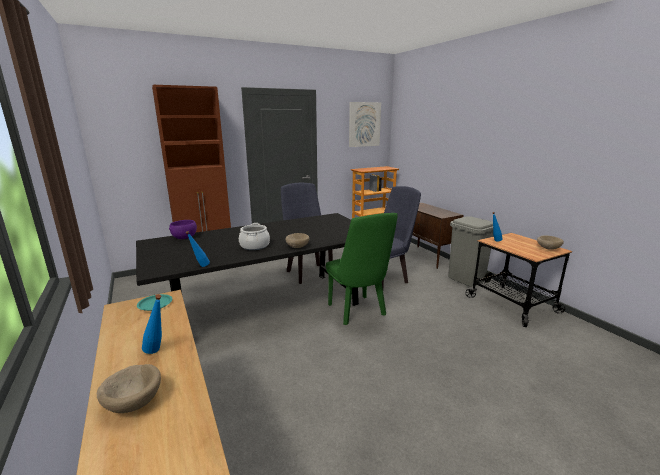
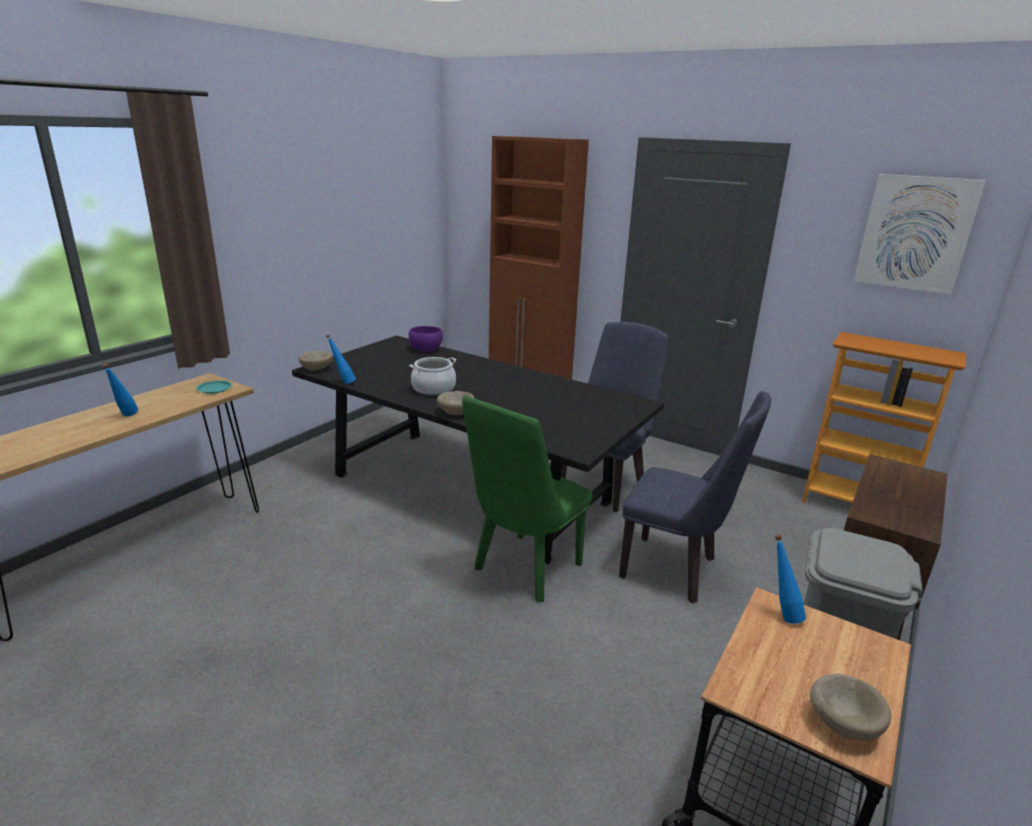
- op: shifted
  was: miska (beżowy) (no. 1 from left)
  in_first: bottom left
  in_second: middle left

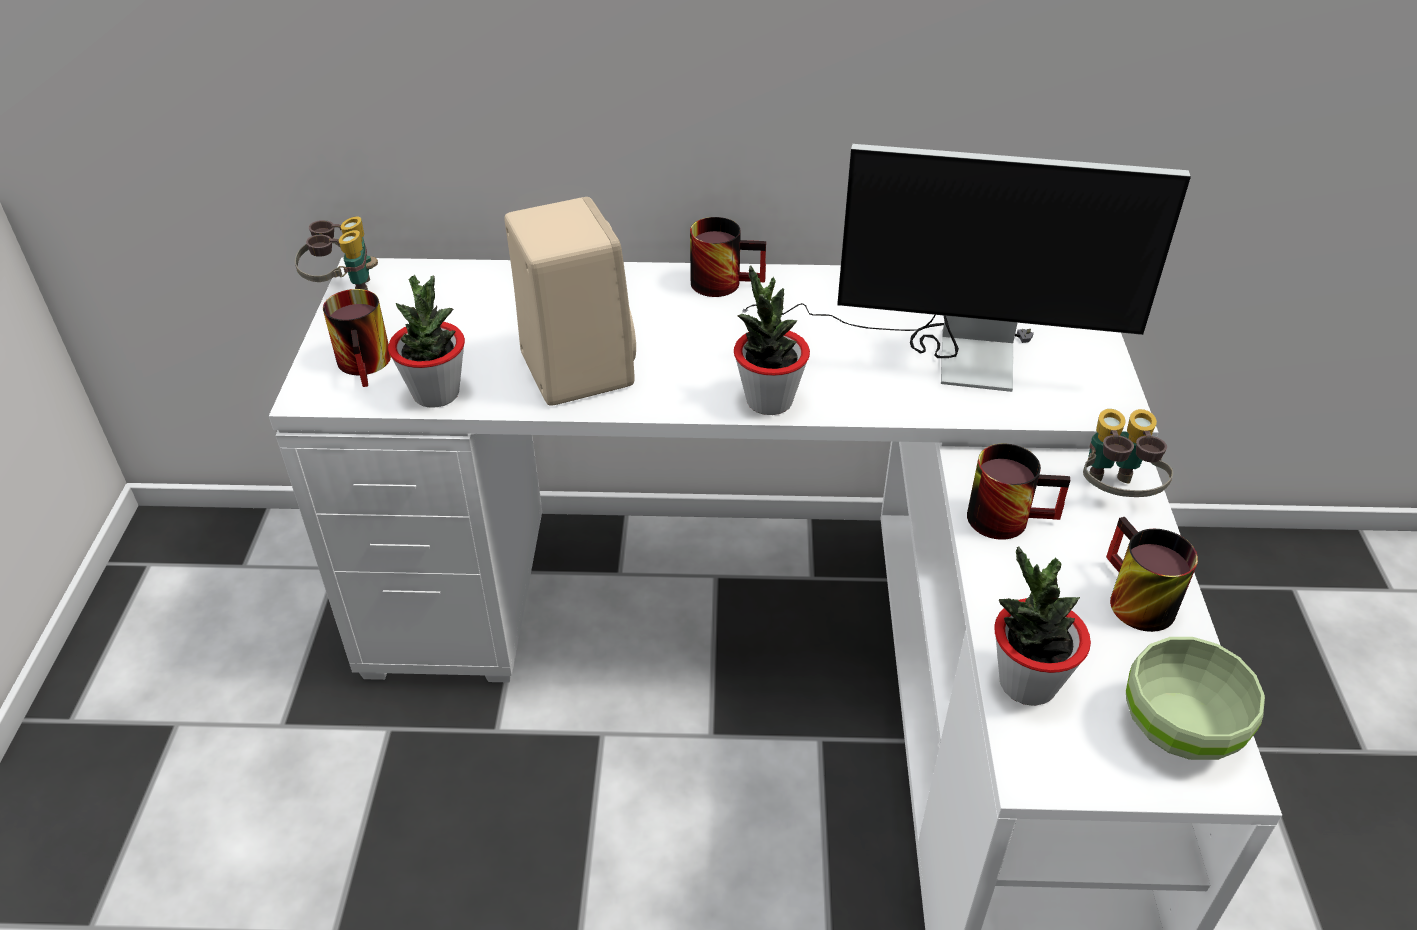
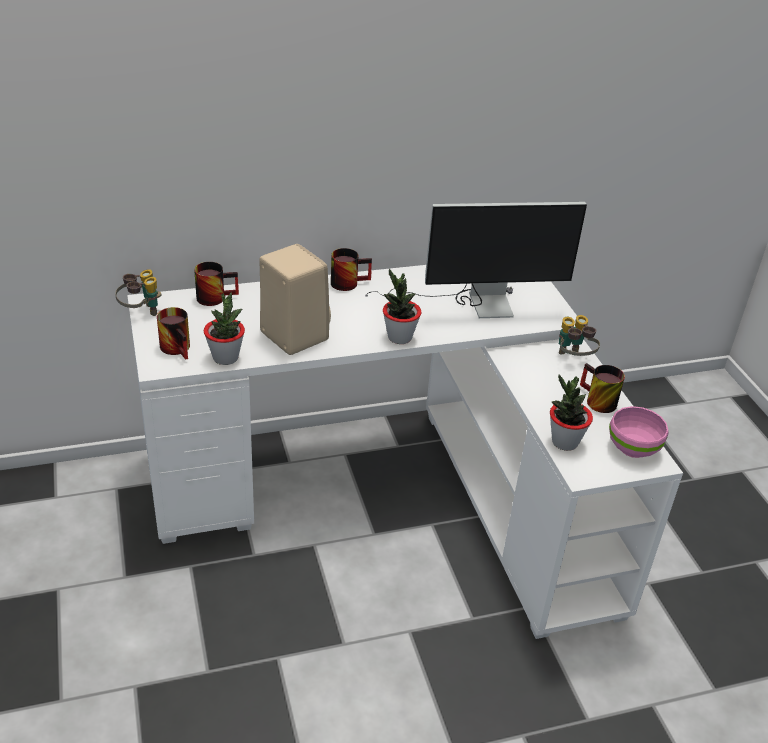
- op: shifted
  was: kubek (no. 3 from left in the first image)
  now: kubek (no. 2 from left)
  in_first: middle right
  in_second: middle left
- op: repainted
  was: miska (zielony)
  now: miska (różowy)
  in_first: bottom right
  in_second: middle right

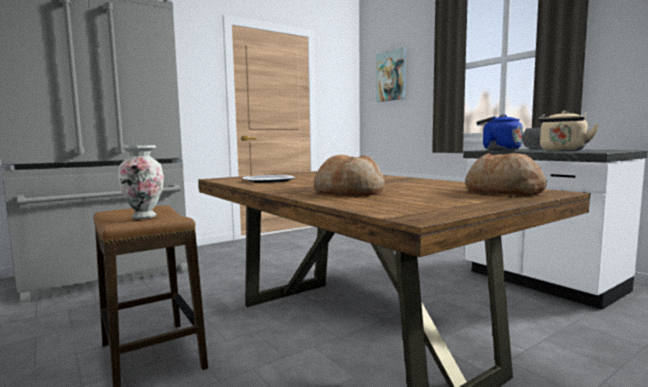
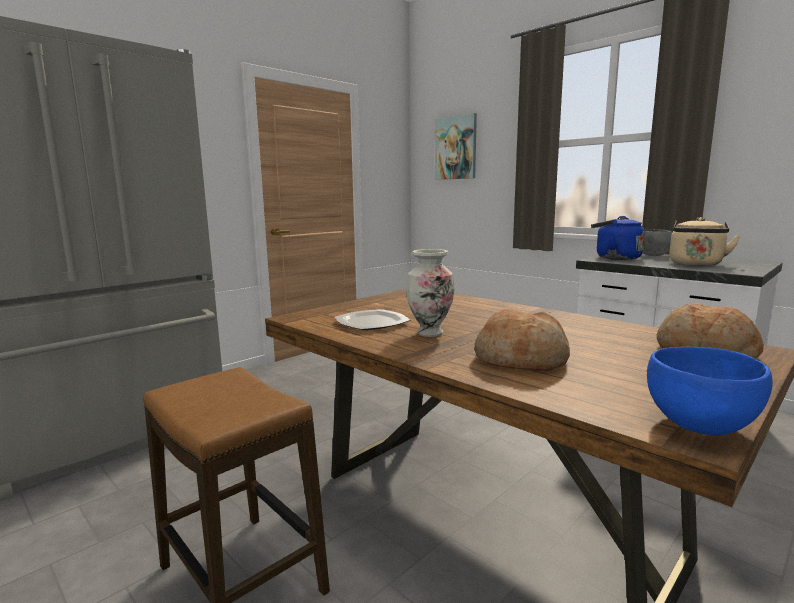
- op: shifted
  was: wazon
  in_first: middle left
  in_second: centre
- op: new
  now: miska (niebieski)
  in_second: middle right

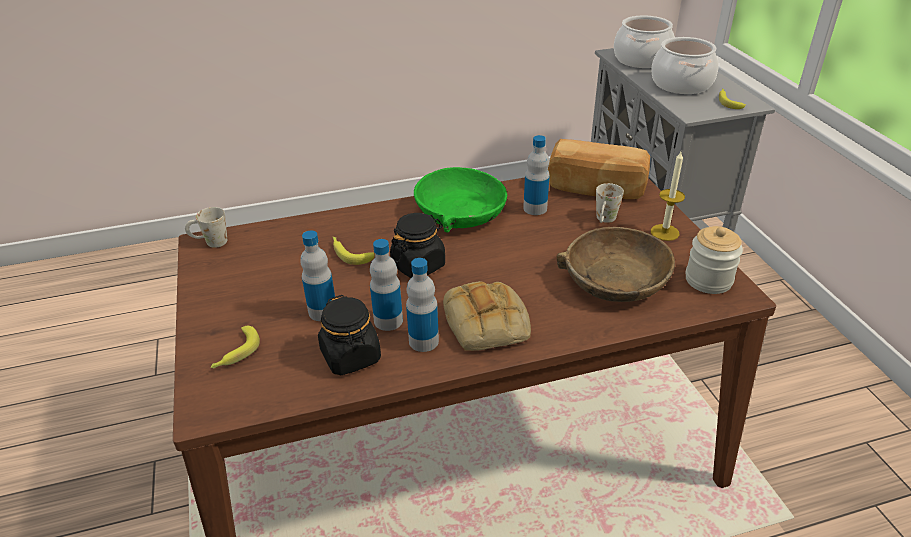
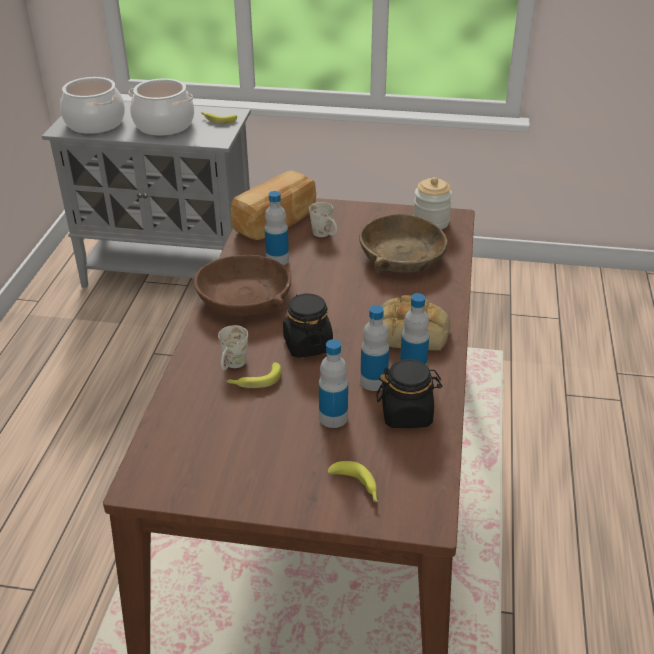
- op: gone
  was: świeca
  in_first: middle right
- op: repainted
  was: miska (zielony)
  now: miska (brązowy) (no. 1 from left)
  in_first: centre
  in_second: centre
- op: shifted
  was: kubek (biały) (no. 1 from left)
  in_first: middle left
  in_second: centre

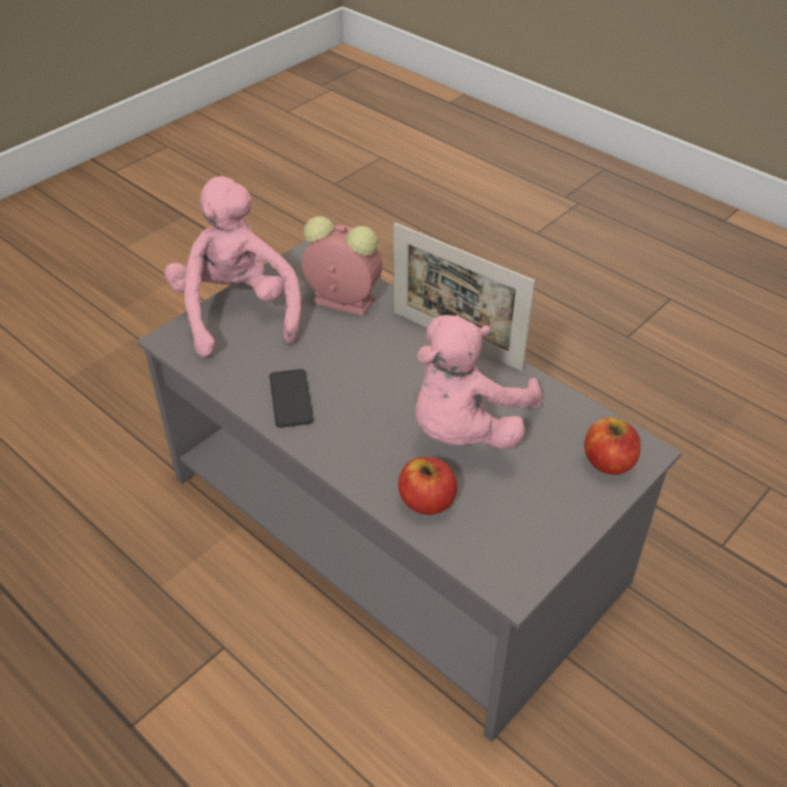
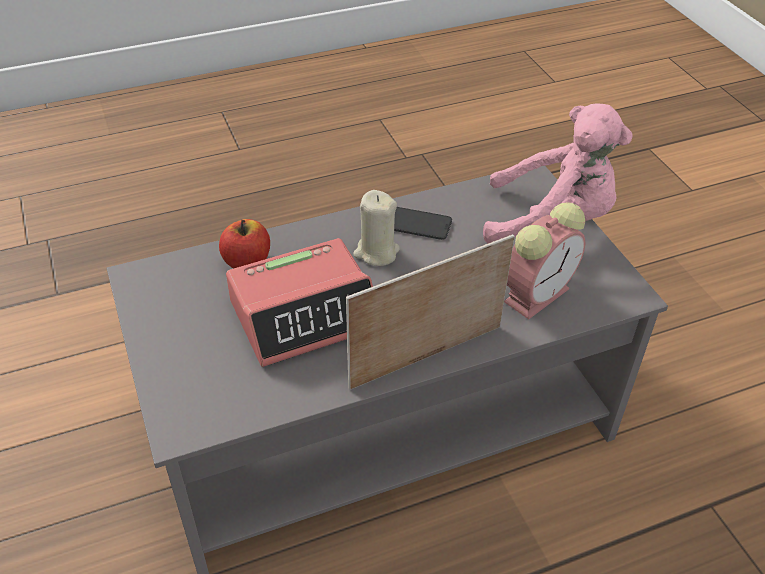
- op: swapped
  was: pluszak (różowy) (no. 2 from left)
  now: budzik (no. 1 from left)
  in_first: centre
  in_second: centre
- op: gone
  was: jabłko (no. 2 from left)
  in_first: middle right
- op: new
  now: świeca (beżowy)
  in_second: centre

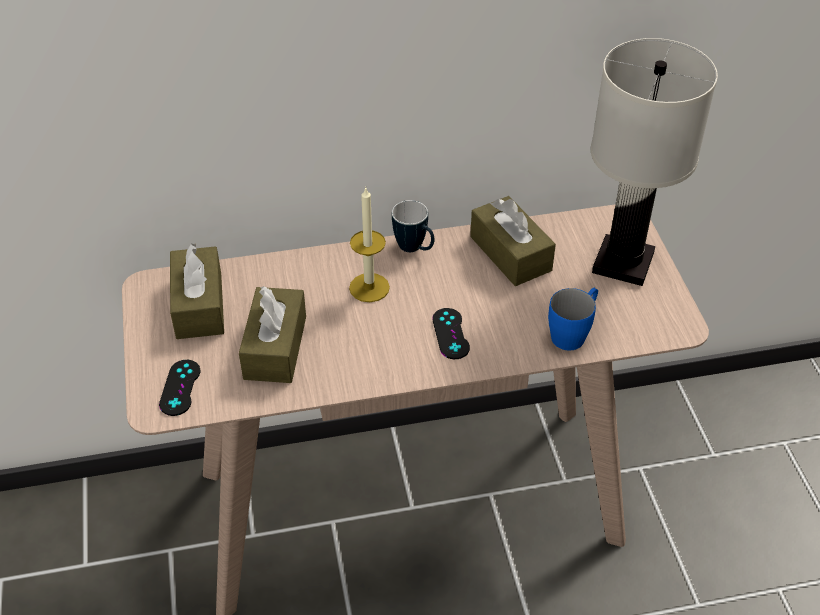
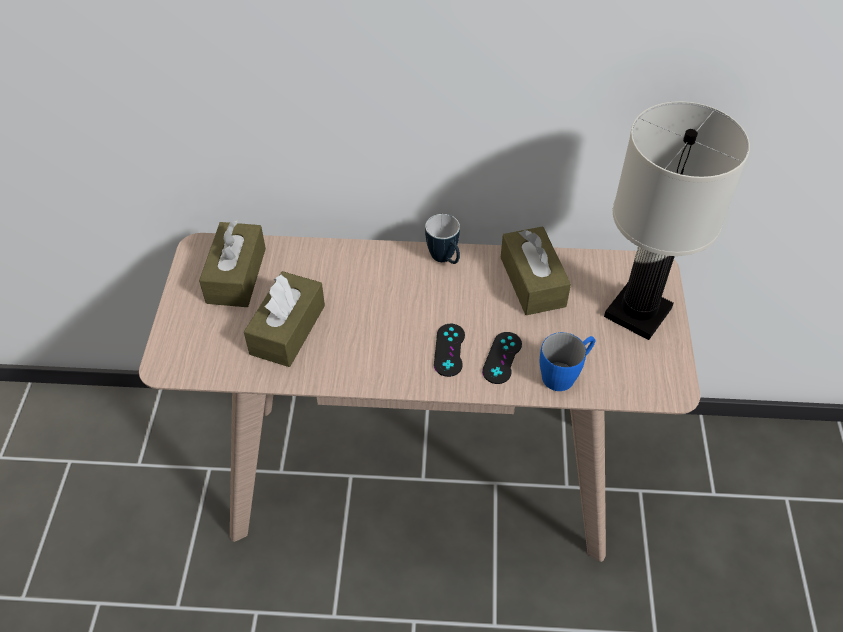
- op: gone
  was: świeca
  in_first: centre
- op: shifted
  was: pad do gier (czarny) (no. 1 from left in the first image)
  now: pad do gier (czarny) (no. 2 from left)
  in_first: middle left
  in_second: centre

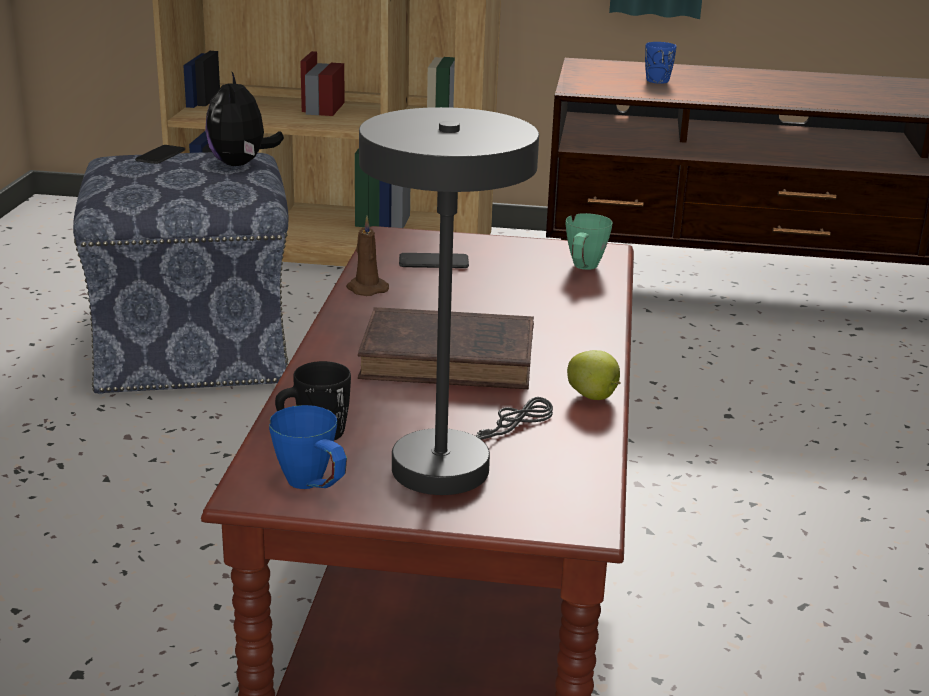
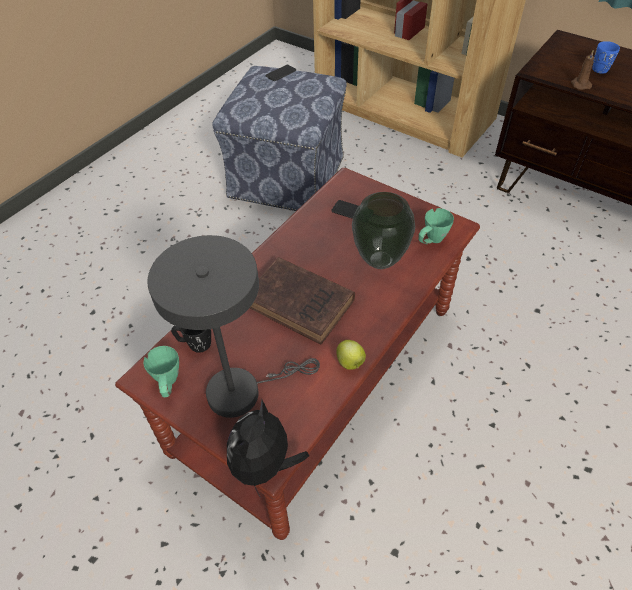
- op: shifted
  was: pluszak
  in_first: top left
  in_second: bottom centre
- op: shifted
  was: świeca (brązowy)
  in_first: centre
  in_second: top right
- op: repainted
  was: kubek (niebieski) (no. 1 from left)
  now: kubek (zielony) (no. 1 from left)
  in_first: middle left
  in_second: middle left
- op: new
  now: wazon
  in_second: centre

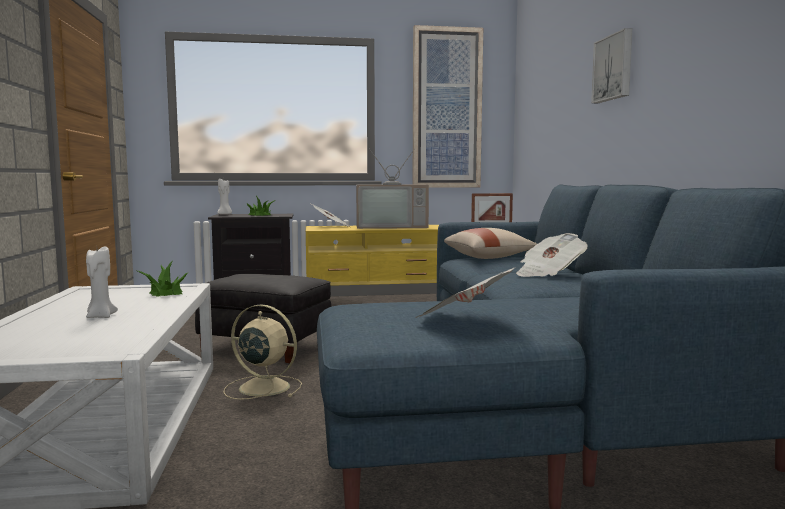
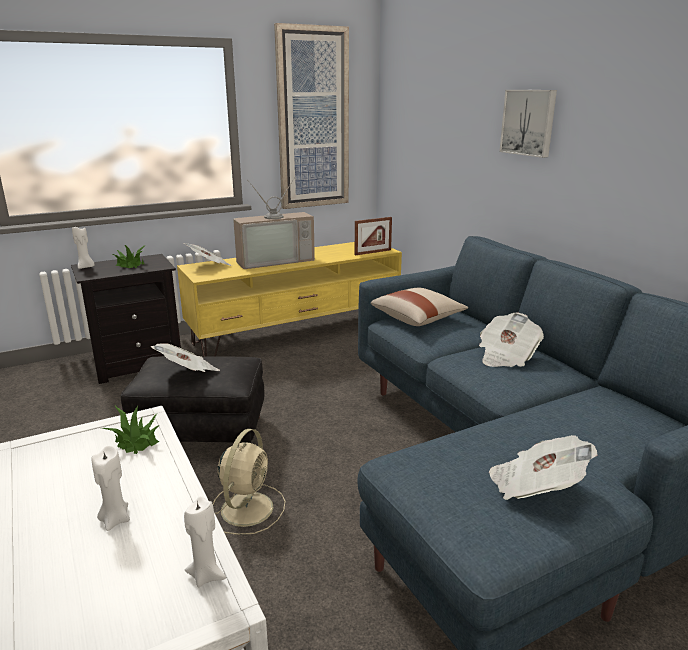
- op: rotated
  was: wentylator (beżowy)
  in_first: bottom centre
  in_second: bottom centre
  clockwise: 105
- op: new
  now: gazeta (no. 1 from left)
  in_second: middle left
- op: new
  now: świeca (biały) (no. 3 from left)
  in_second: bottom left

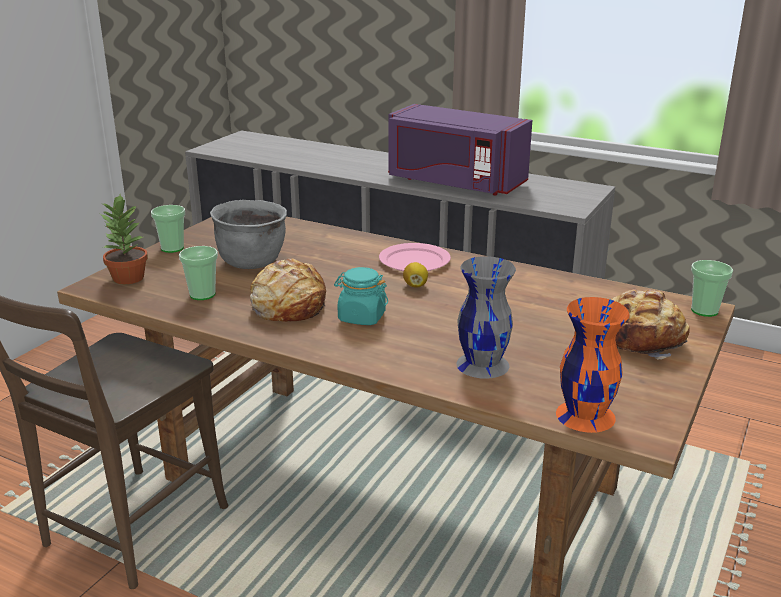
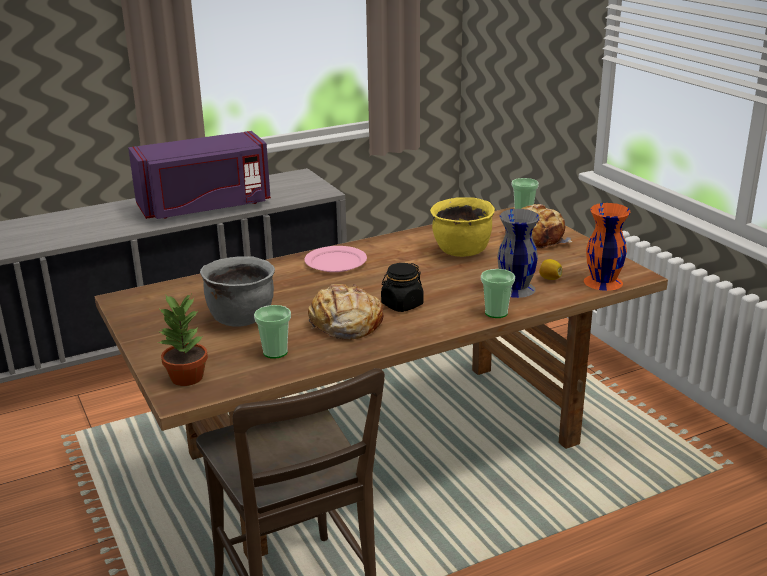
- op: shifted
  was: filiżanka (no. 1 from left in the first image)
  now: filiżanka (no. 2 from left)
  in_first: middle left
  in_second: centre
- op: shifted
  was: cytryna
  in_first: centre
  in_second: middle right
- op: repainted
  was: słoik (turkusowy)
  now: słoik (czarny)
  in_first: centre
  in_second: centre
- op: new
  now: garnek (żółty)
  in_second: centre

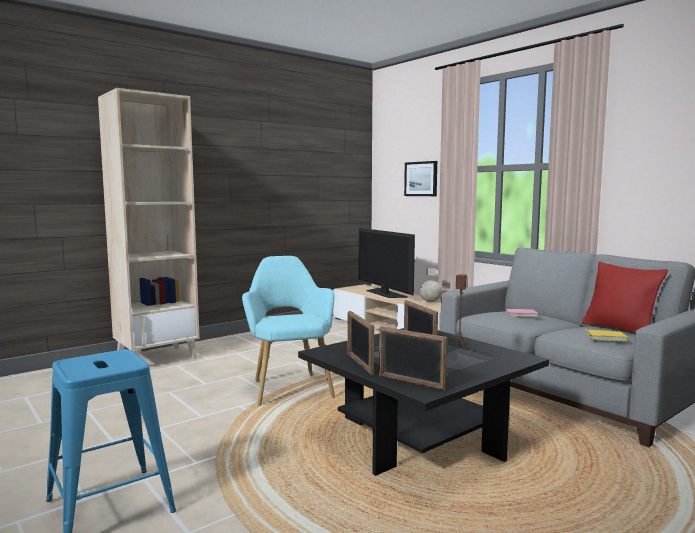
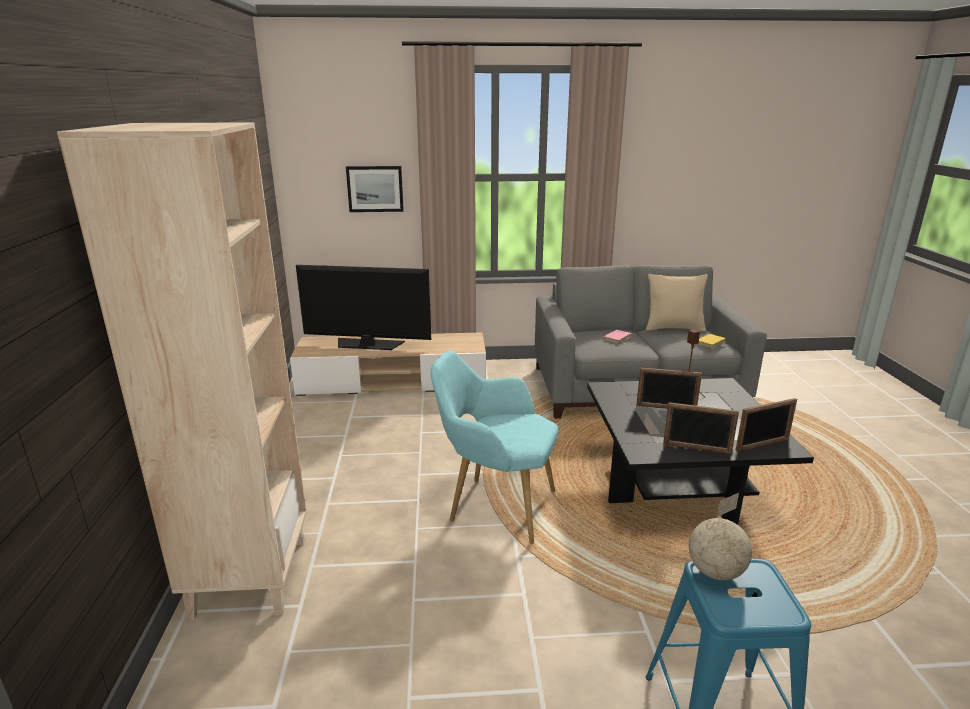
- op: repainted
  was: poduszka (czerwony)
  now: poduszka (beżowy)
  in_first: middle right
  in_second: middle right
- op: shifted
  was: globus
  in_first: centre
  in_second: bottom right

